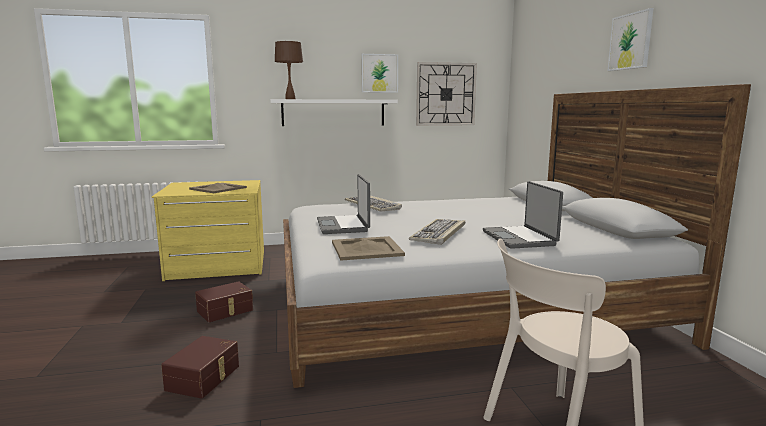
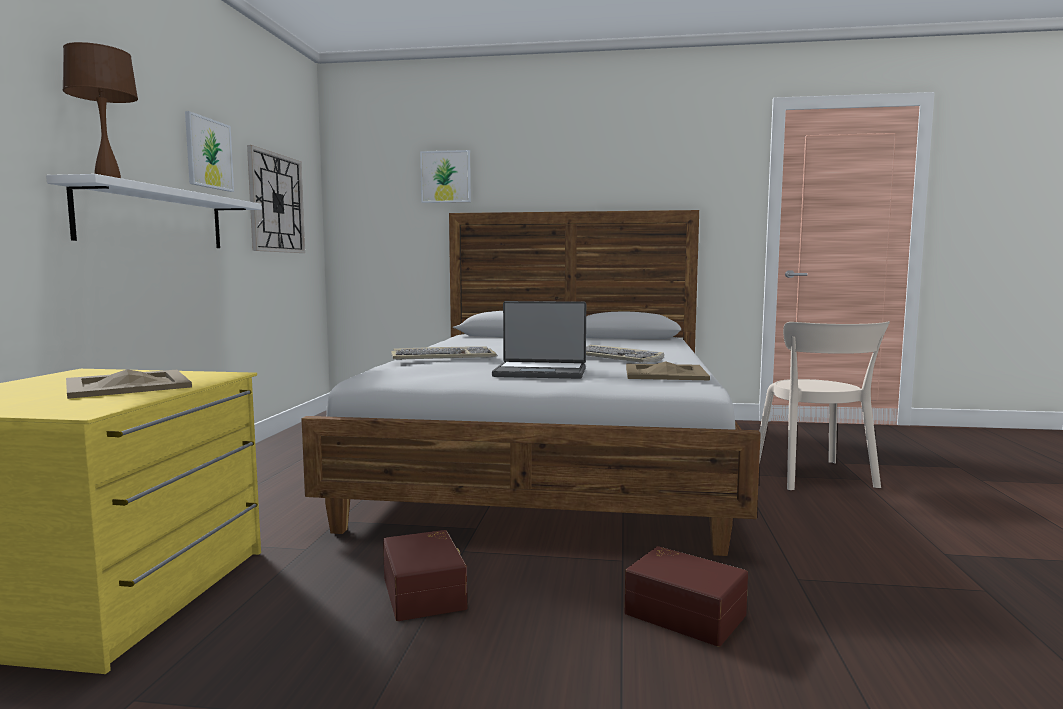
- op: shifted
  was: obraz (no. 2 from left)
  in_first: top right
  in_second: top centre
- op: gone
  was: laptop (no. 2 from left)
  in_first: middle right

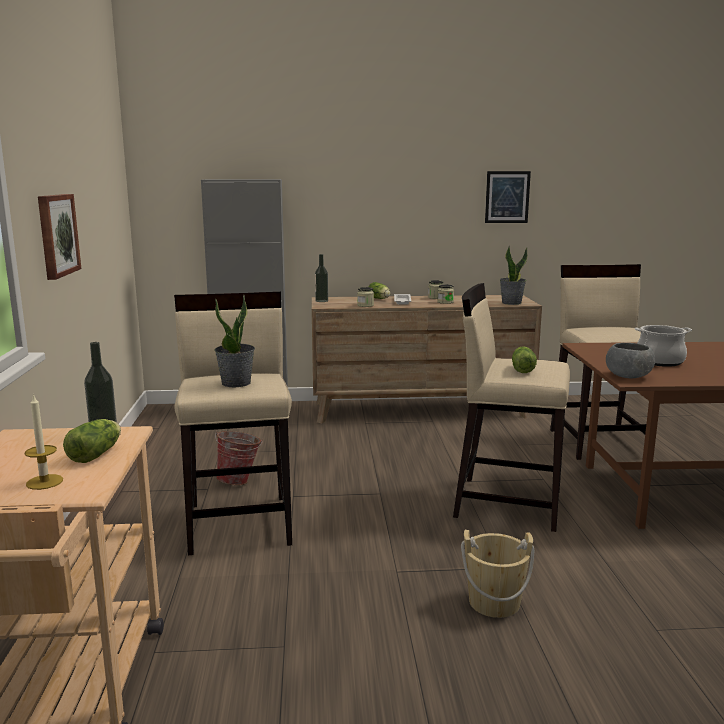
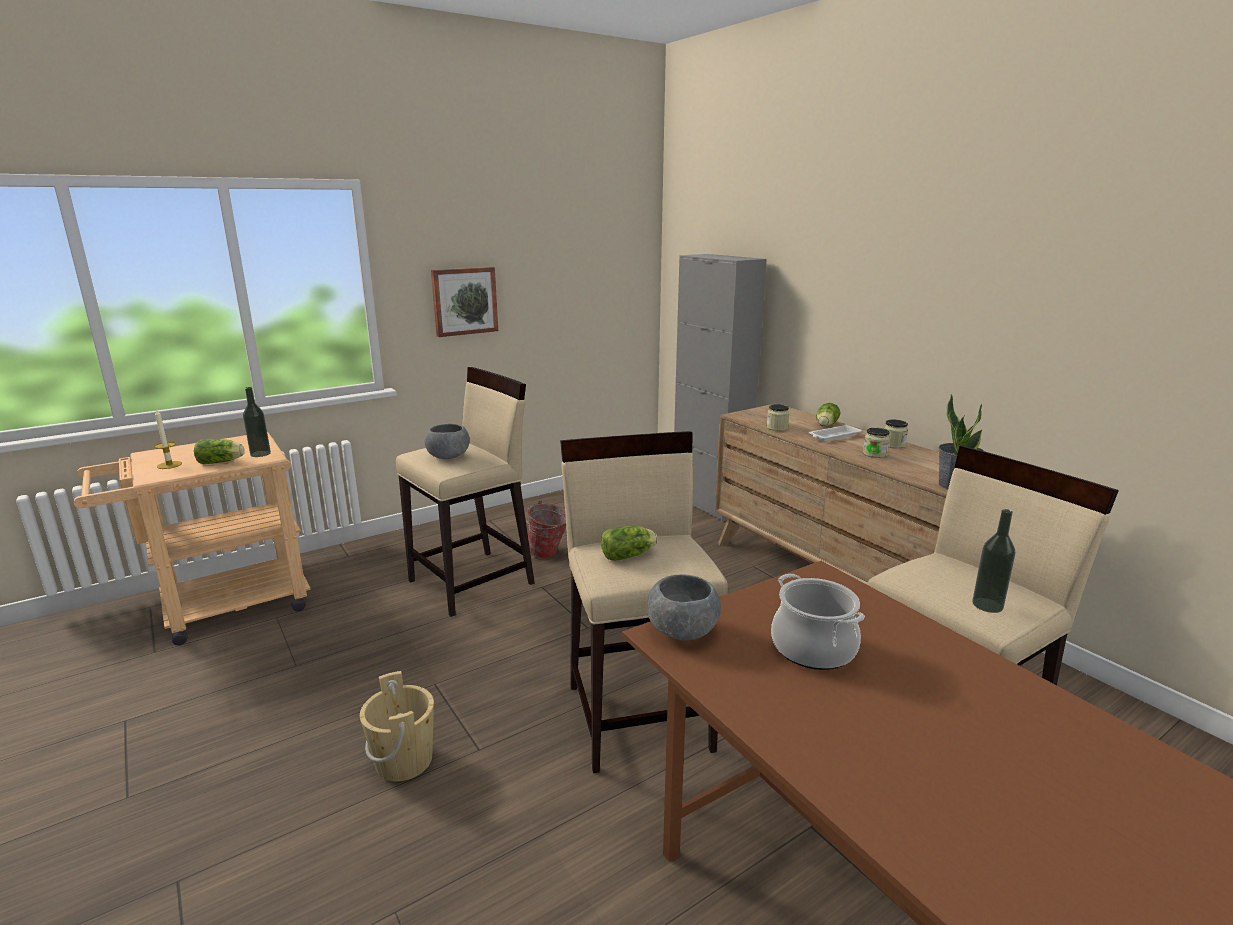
- op: gone
  was: obraz (no. 2 from left)
  in_first: top right
- op: shifted
  was: butelka (no. 2 from left)
  in_first: centre
  in_second: middle right
- op: swapped
  was: roślina doniczkowa (no. 1 from left)
  now: miska (szary) (no. 1 from left)
  in_first: middle left
  in_second: centre

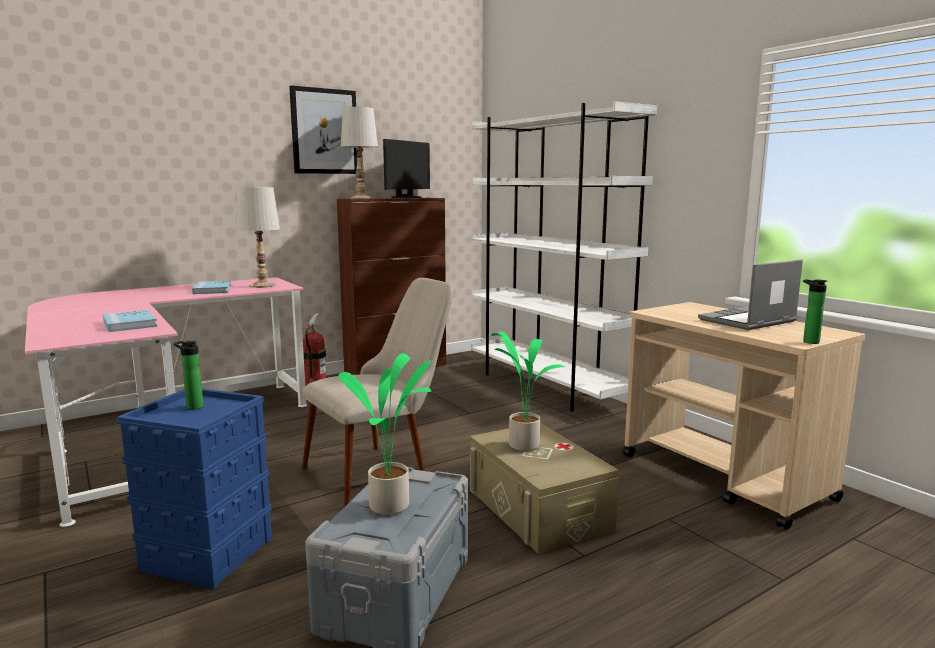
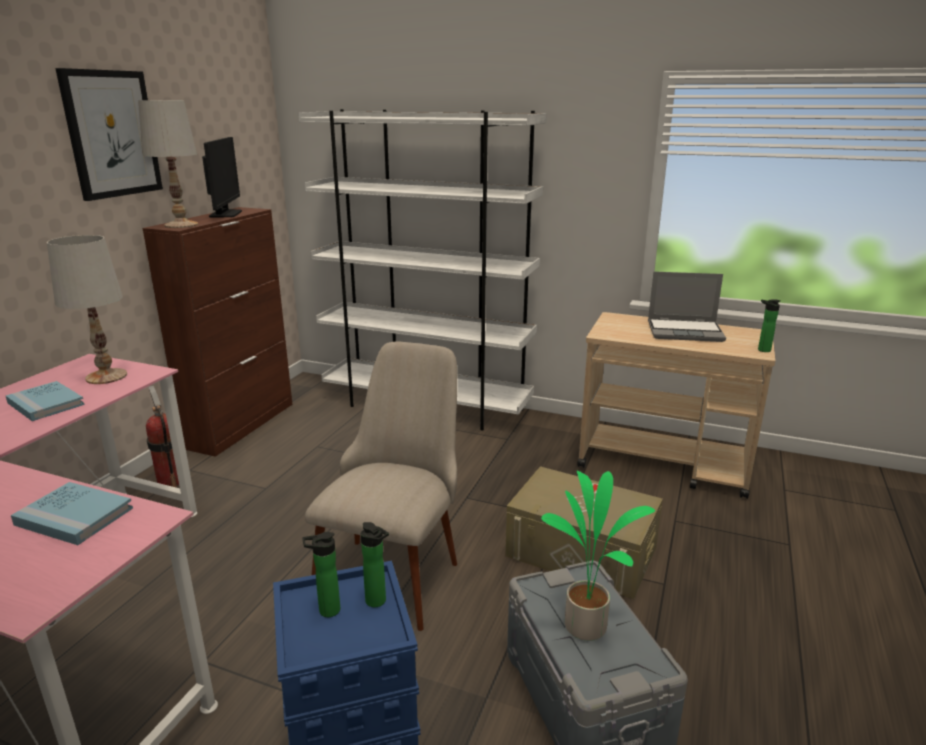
- op: rotated
  was: laptop
  in_first: middle right
  in_second: middle right
  clockwise: -105
- op: gone
  was: roślina doniczkowa (no. 2 from left)
  in_first: centre
- op: new
  now: butelka (no. 2 from left)
  in_second: bottom centre

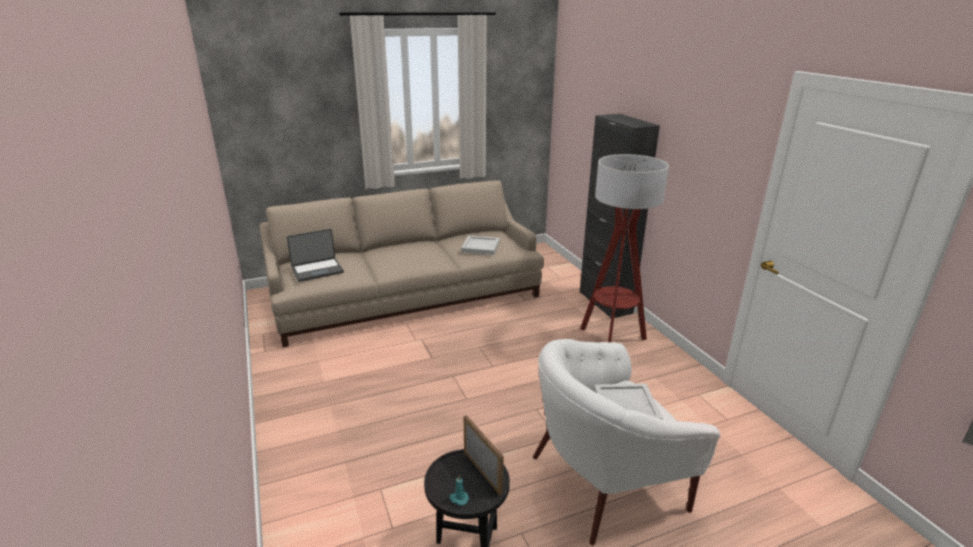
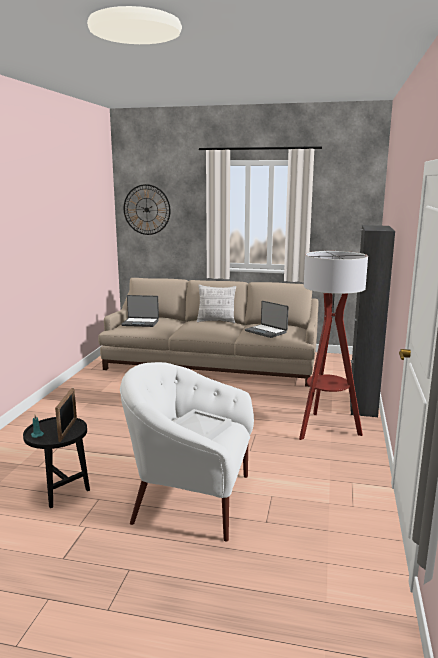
- op: swapped
  was: taca (biały) (no. 1 from left)
  now: laptop (no. 2 from left)
  in_first: centre
  in_second: centre
- op: new
  now: zegar ścienny
  in_second: top centre
- op: new
  now: poduszka
  in_second: centre

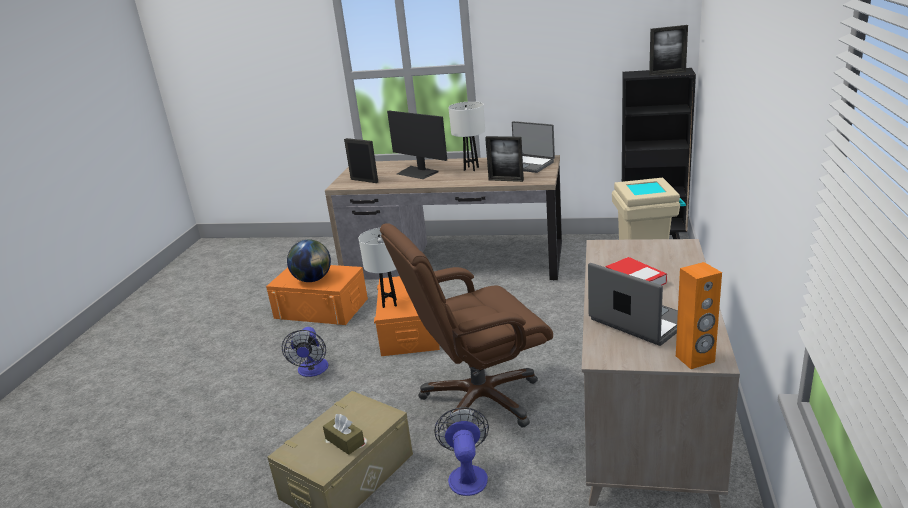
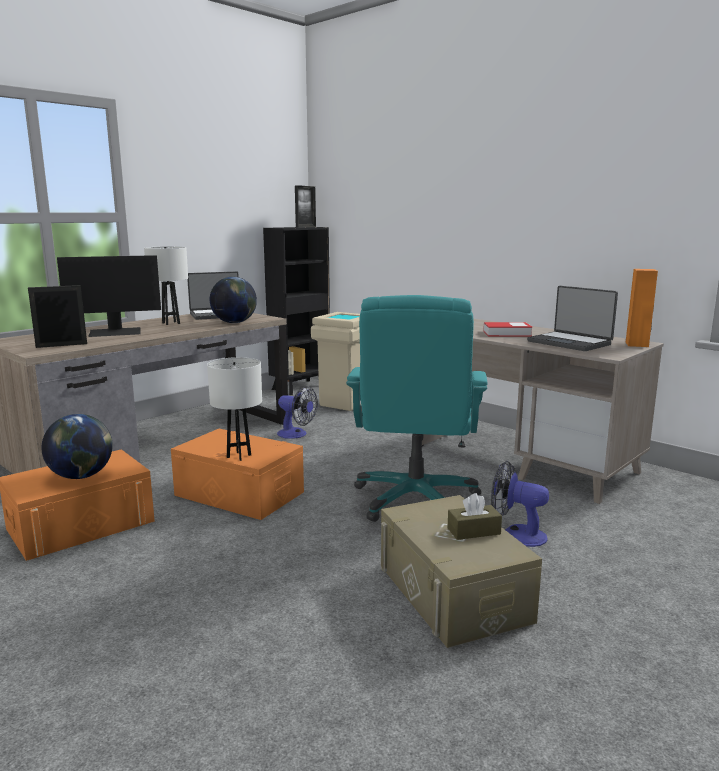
- op: swapped
  was: ramka na zdjęcie (no. 2 from left)
  now: globus (no. 2 from left)
  in_first: top centre
  in_second: middle left
- op: repainted
  was: krzesło biurowe (brązowy)
  now: krzesło biurowe (turkusowy)
  in_first: centre
  in_second: centre
- op: rotated
  was: laptop (no. 2 from left)
  in_first: middle right
  in_second: middle right
  clockwise: -120
- op: shifted
  was: wentylator (no. 1 from left)
  in_first: bottom centre
  in_second: centre

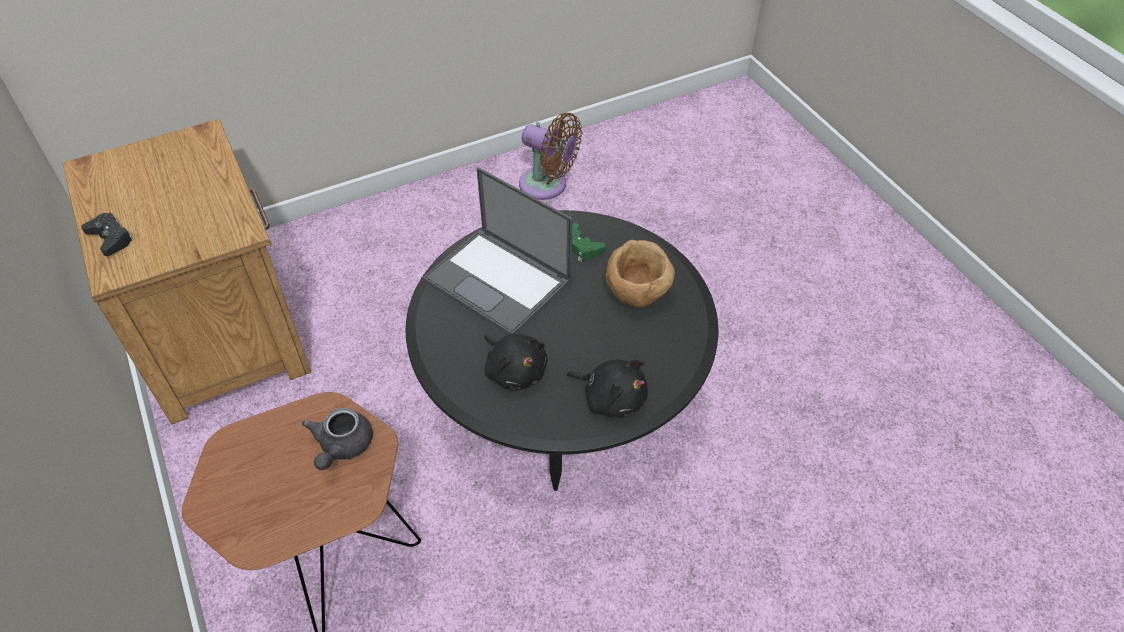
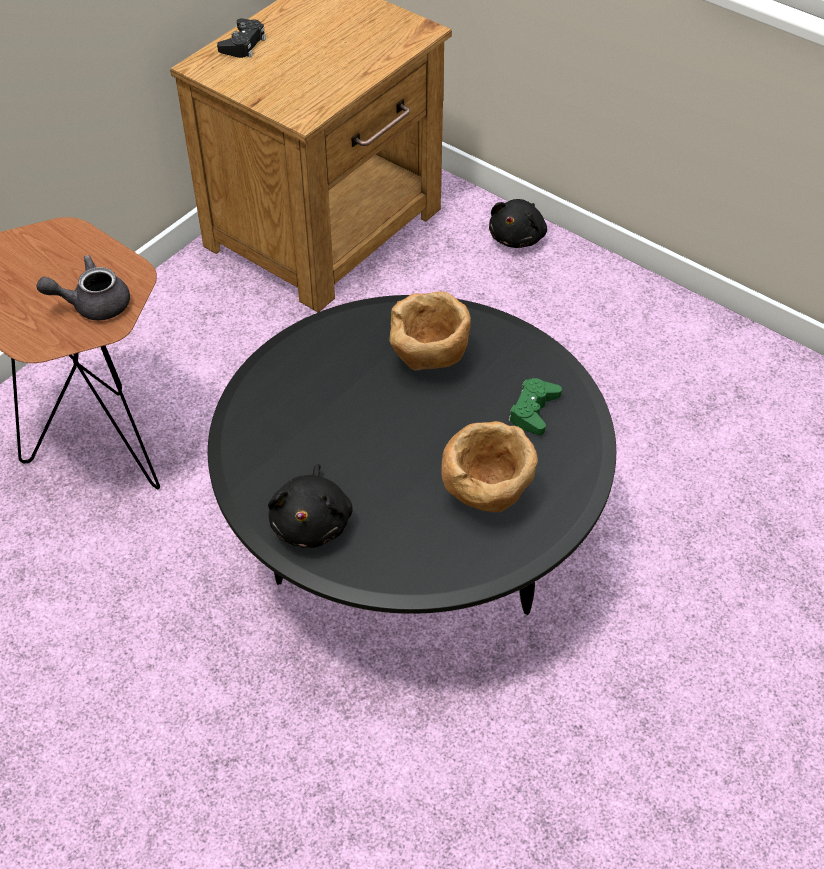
- op: gone
  was: wentylator (brązowy)
  in_first: top centre
- op: swapped
  was: laptop
  now: miska (brązowy) (no. 1 from left)
  in_first: centre
  in_second: centre
- op: shifted
  was: pluszak (czarny) (no. 1 from left in the first image)
  now: pluszak (czarny) (no. 2 from left)
  in_first: centre
  in_second: top centre

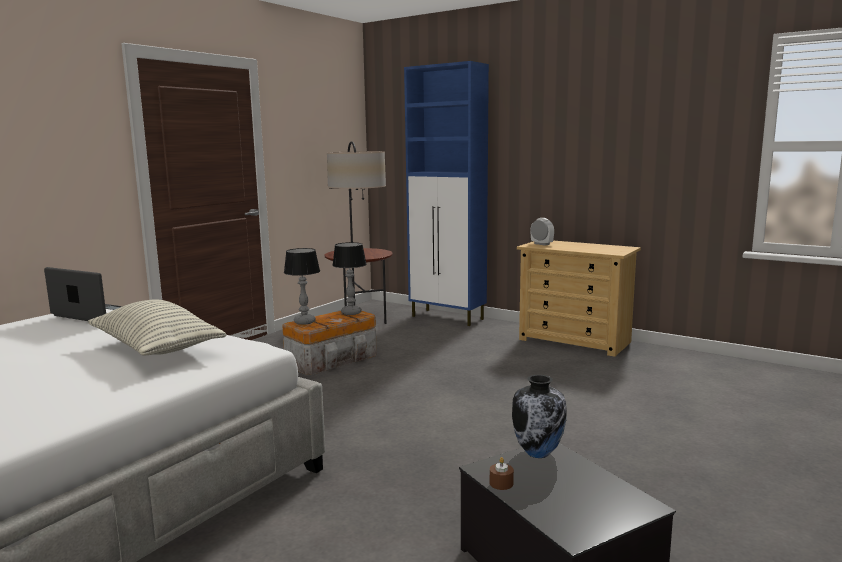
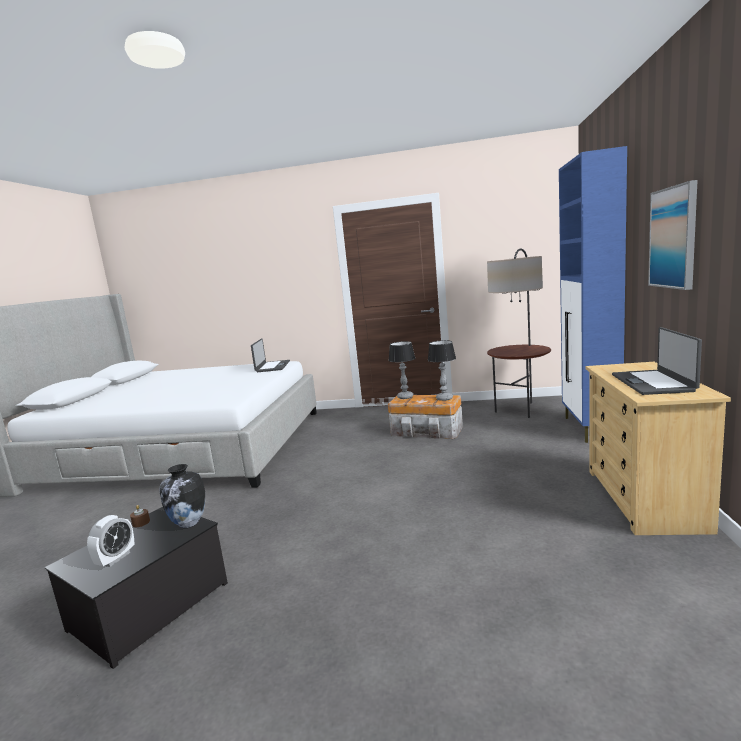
- op: shifted
  was: budzik
  in_first: centre
  in_second: bottom left
- op: gone
  was: poduszka
  in_first: middle left
- op: new
  now: obraz
  in_second: top right
- op: new
  now: laptop (no. 2 from left)
  in_second: middle right

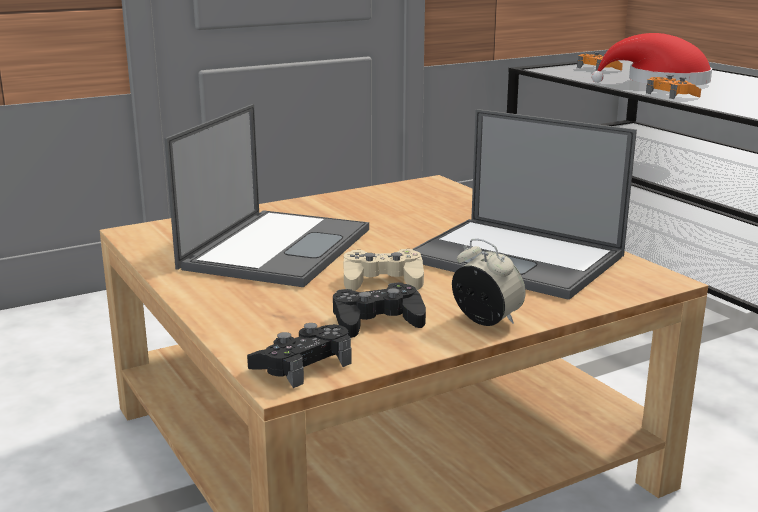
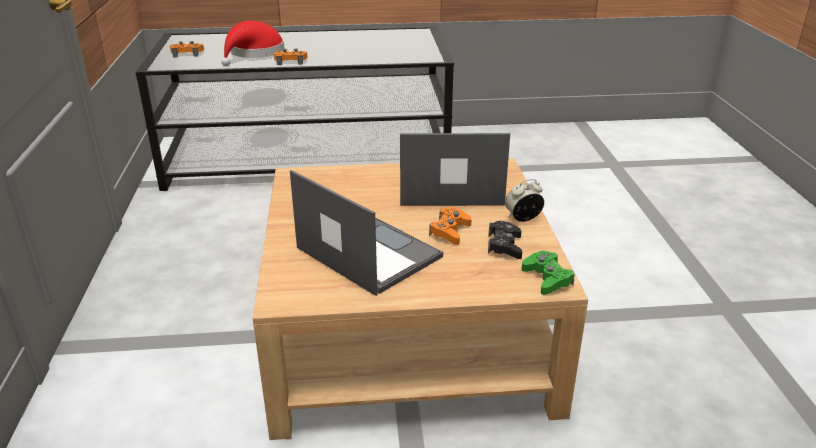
- op: rotated
  was: laptop (no. 2 from left)
  in_first: middle right
  in_second: centre
  clockwise: -150
- op: repainted
  was: pad do gier (beżowy)
  now: pad do gier (pomarańczowy) (no. 3 from left)
  in_first: centre
  in_second: centre
- op: repainted
  was: pad do gier (czarny) (no. 1 from left)
  now: pad do gier (zielony)
  in_first: bottom centre
  in_second: middle right

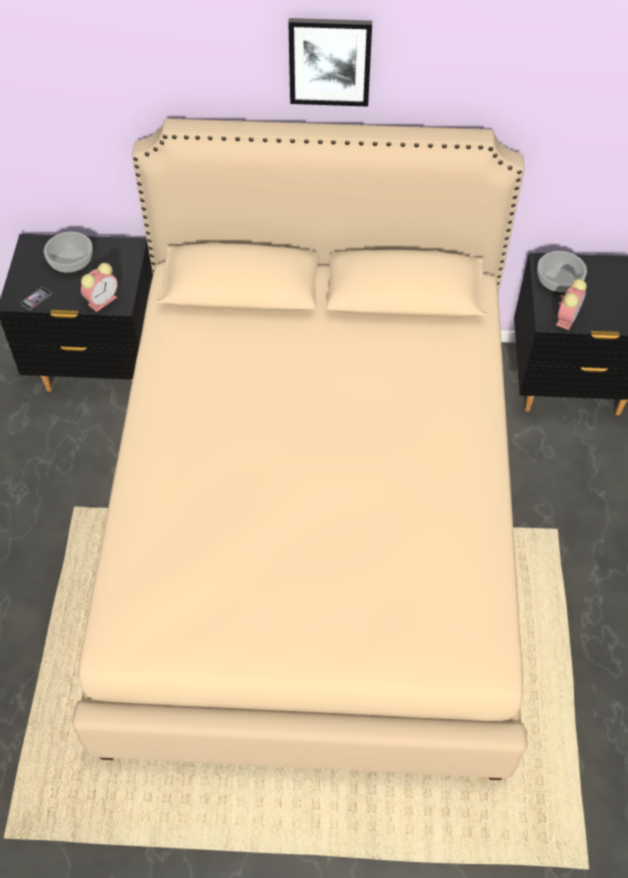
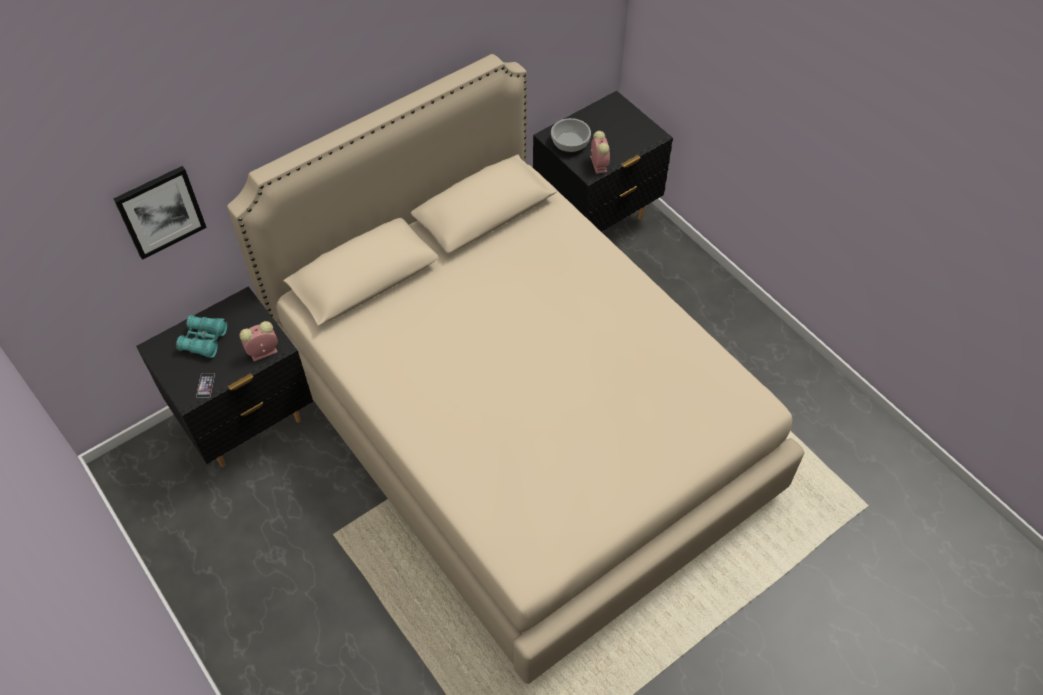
- op: shifted
  was: obraz
  in_first: top centre
  in_second: top left
- op: swapped
  was: miska (no. 1 from left)
  now: lornetka (turkusowy)
  in_first: top left
  in_second: middle left
- op: rotated
  was: budzik (no. 1 from left)
  in_first: top left
  in_second: middle left
  clockwise: -120

